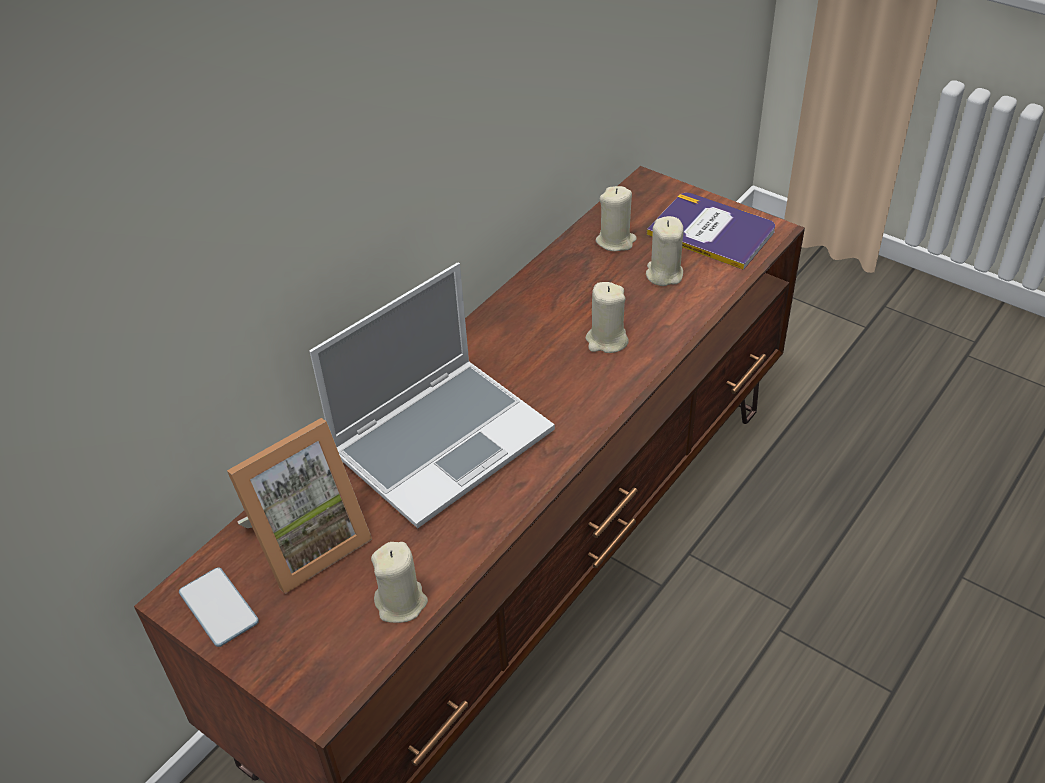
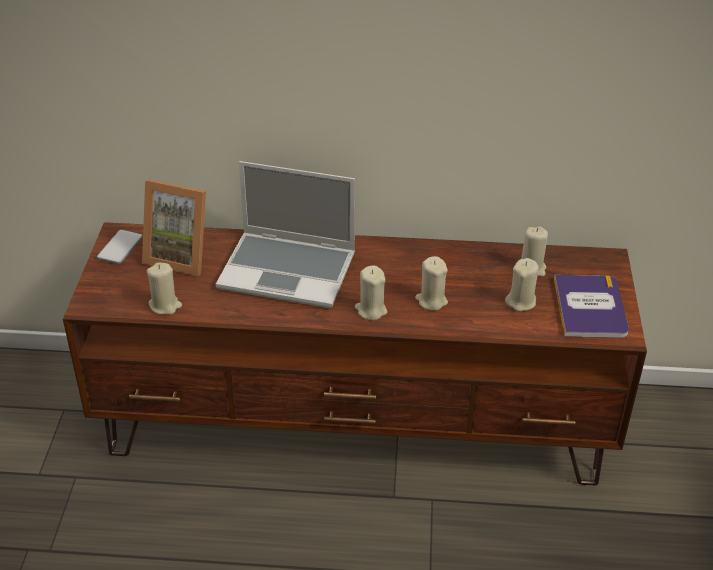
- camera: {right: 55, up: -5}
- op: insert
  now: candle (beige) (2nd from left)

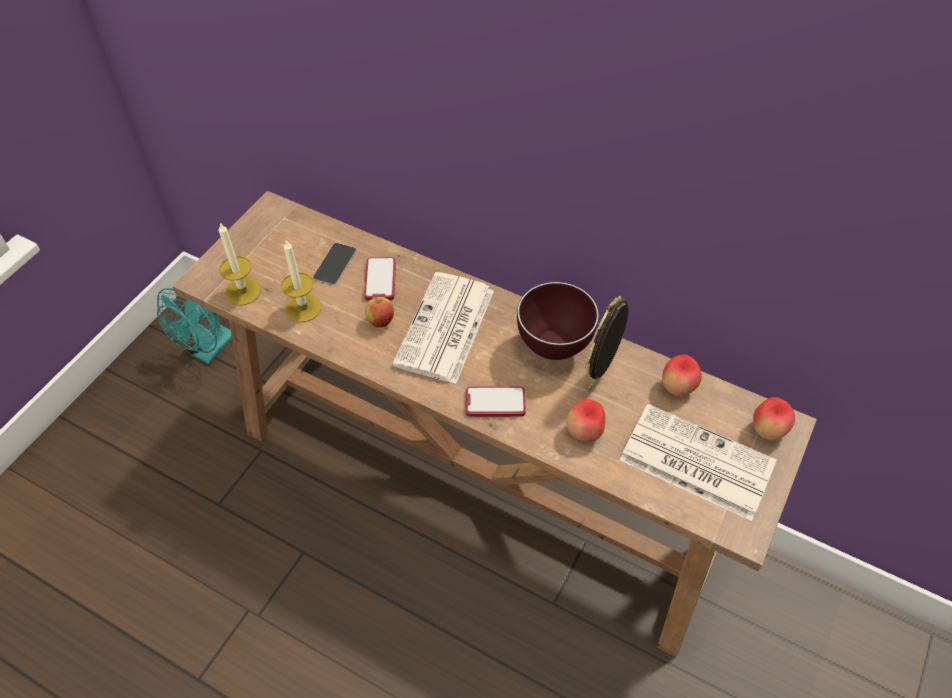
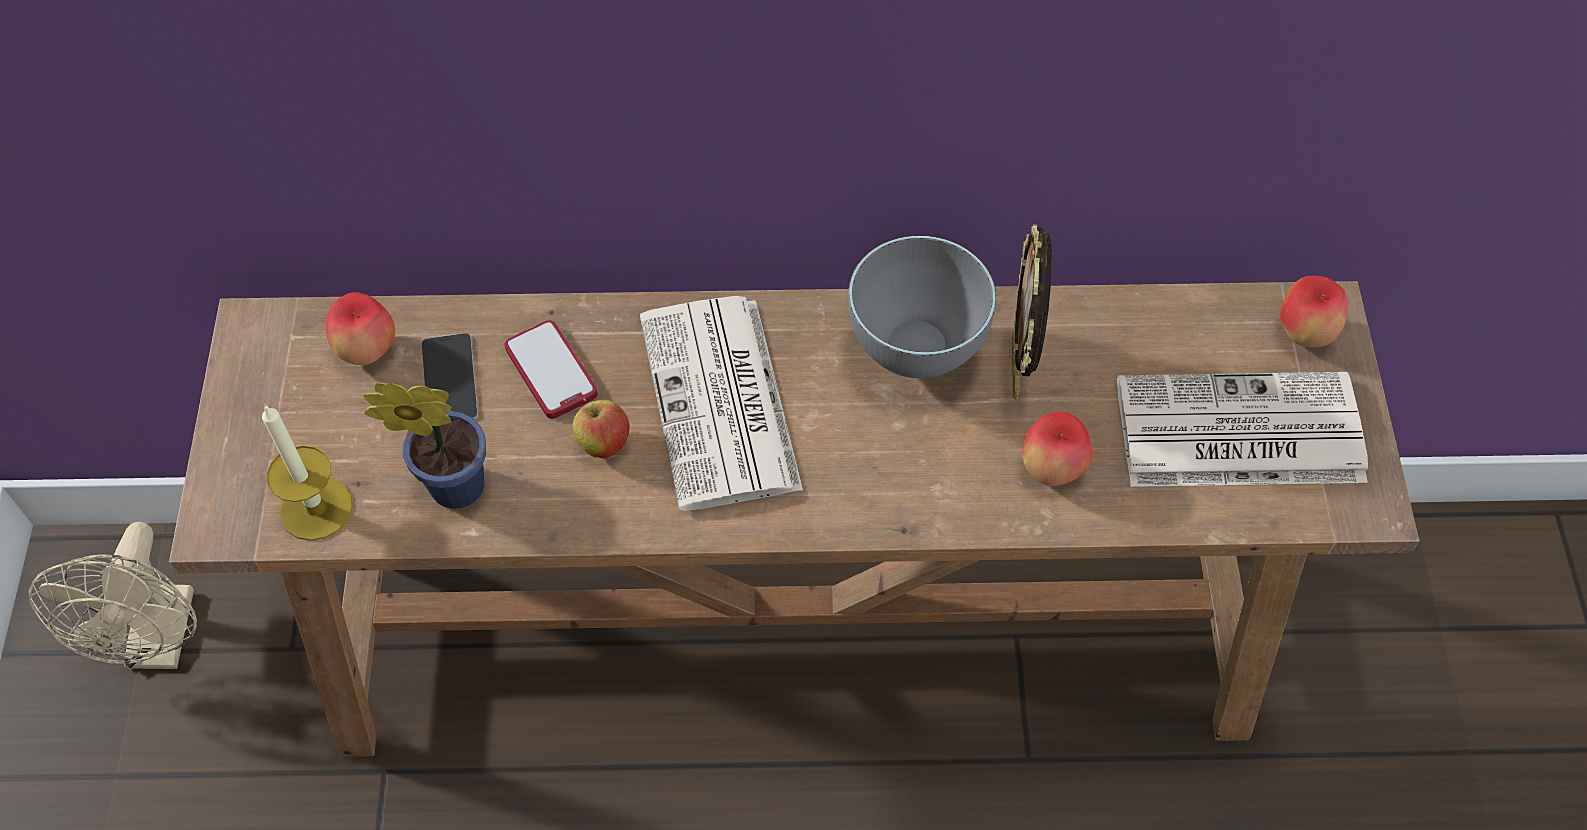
- camera: {right: -30, up: 5}
- op: recolor
  was: fan (turquoise)
  now: fan (beige)
- op: move
  was: apple (3rd from left in the first image)
  now: apple (1st from left)
- op: replace
  was: candle (2nd from left)
  now: potted plant
- op: recolor
  was: bowl (brown)
  now: bowl (grey)
- op: delete
  was: phone (3rd from left)

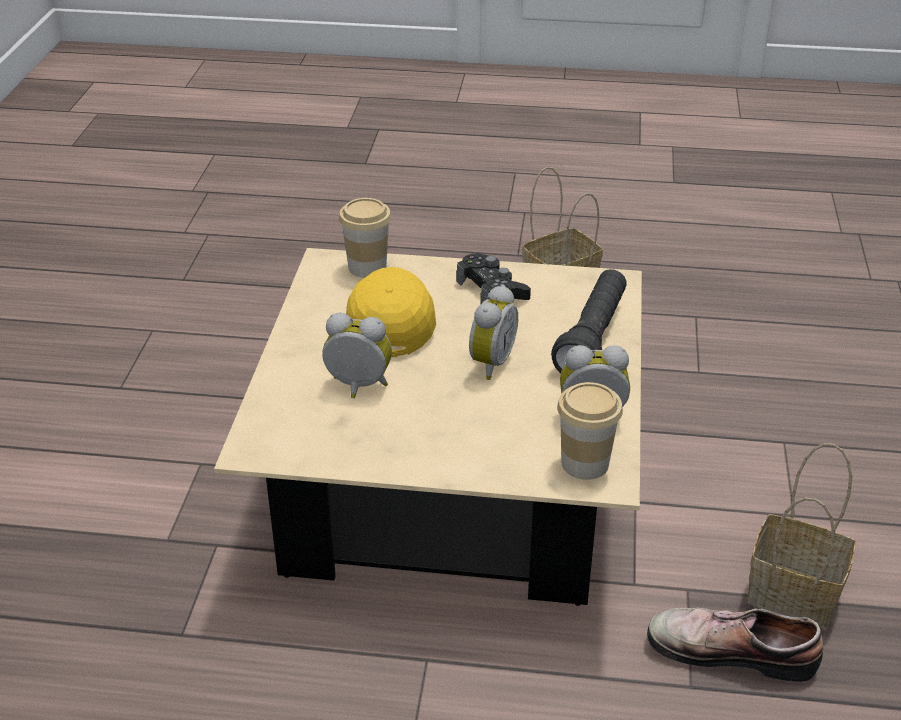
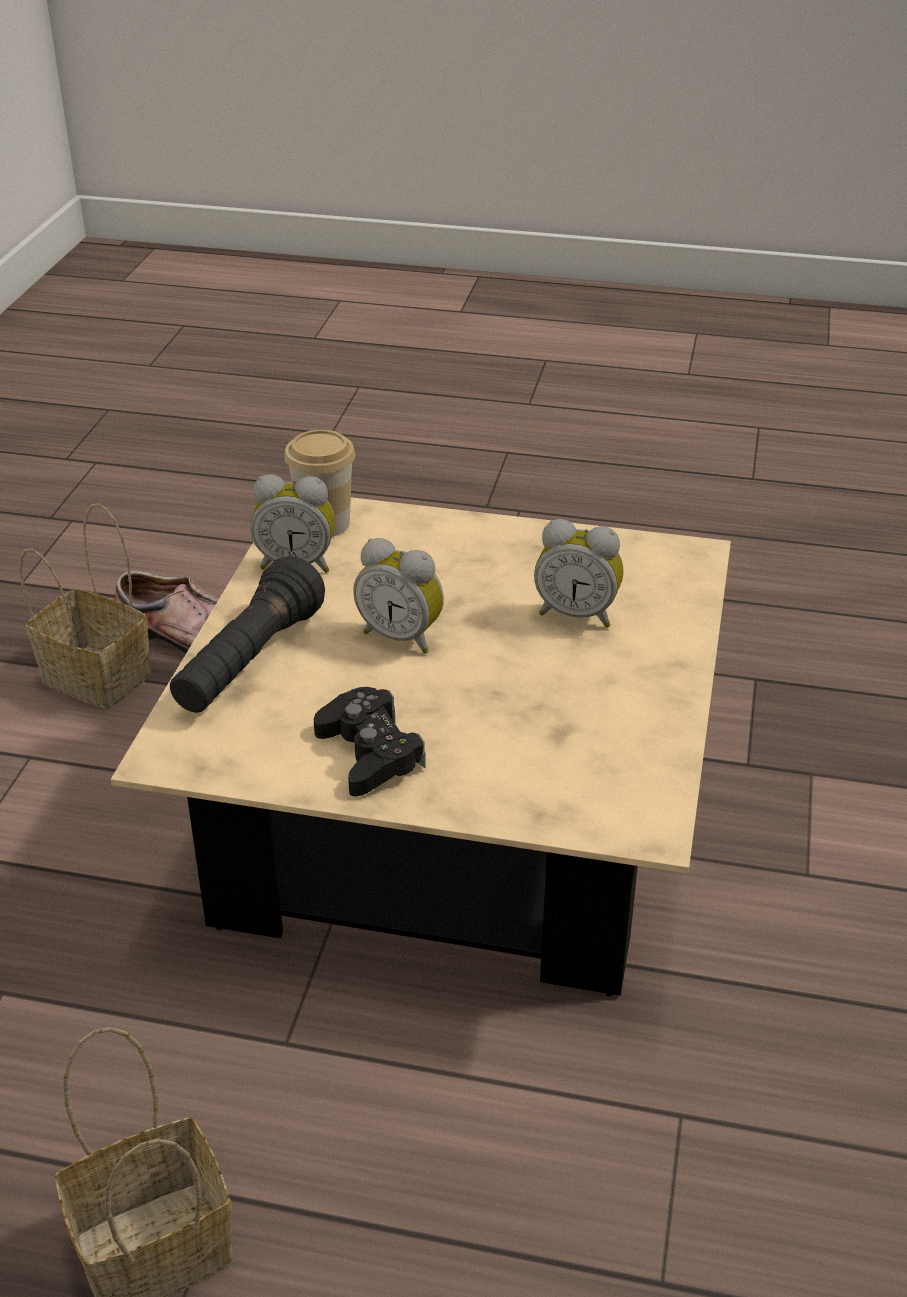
- camera: {right: -175, up: 0}
- op: rotate
  was: alarm clock (2nd from left)
  clockwise: -90
- op: delete
  was: cup (1st from left)
- op: delete
  was: cap (yellow)

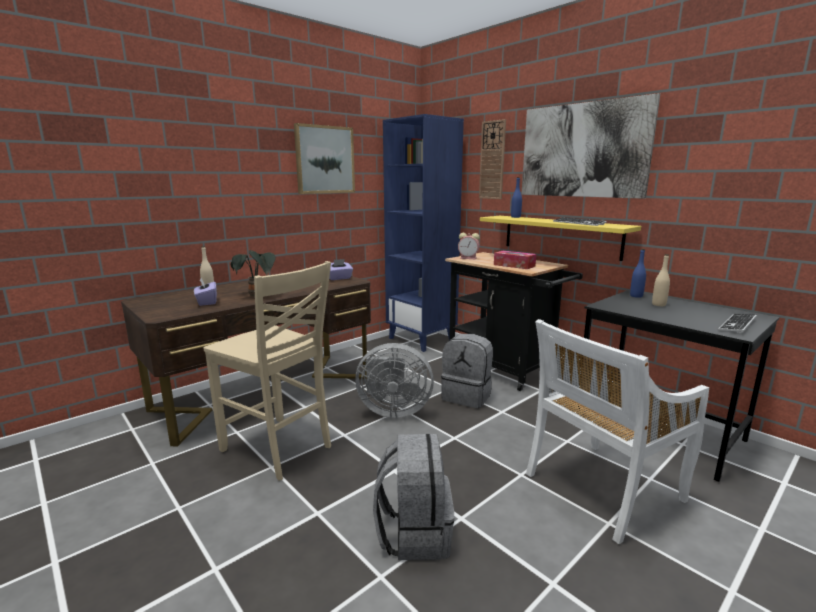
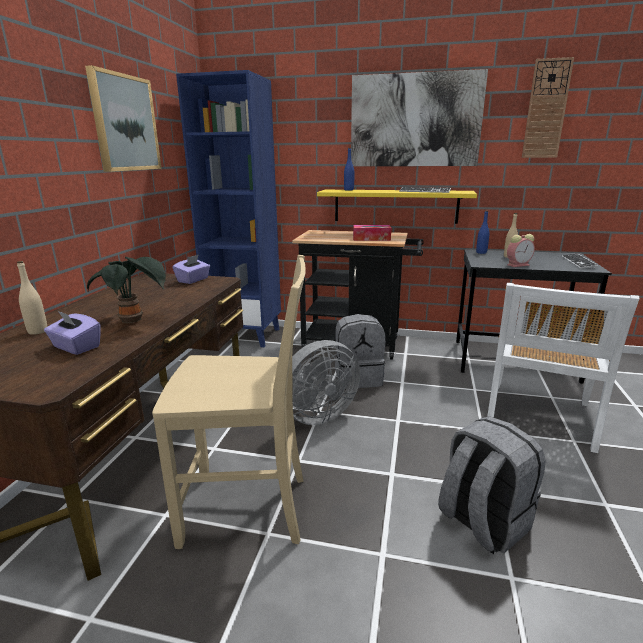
- camera: {right: -35, up: 5}
- op: move
  was: alarm clock
- op: move
  was: wall clock

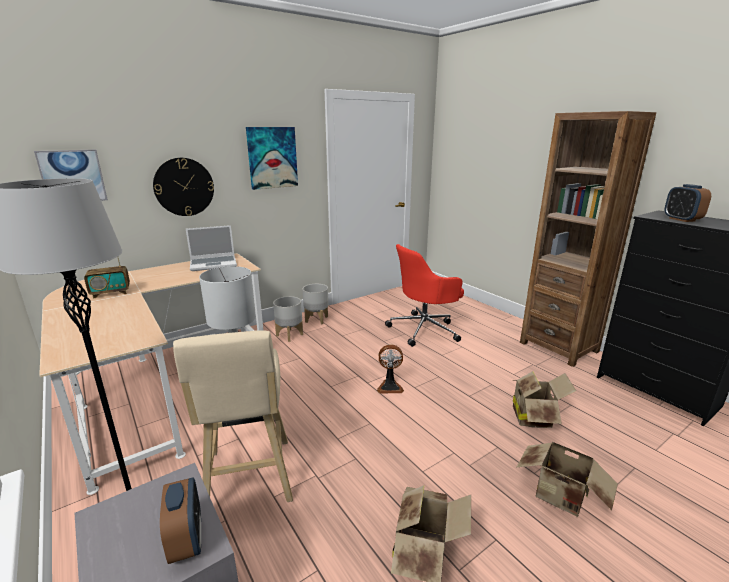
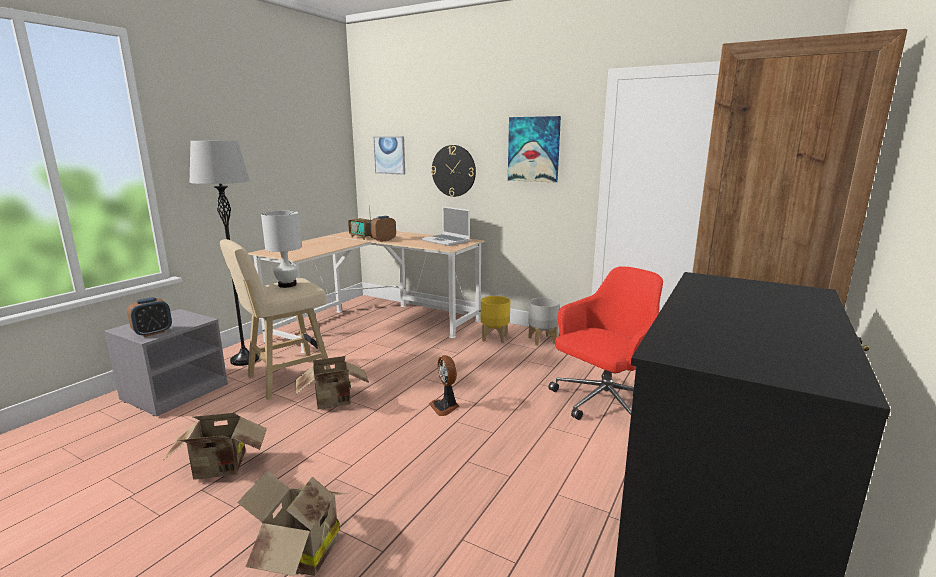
- camera: {right: 65, up: -5}
- op: move
  was: cardboard box (2nd from left in the first image)
  now: cardboard box (3rd from left)
- op: move
  was: alarm clock (2nd from left)
- op: recolor
  was: planter (grey) (1st from left)
  now: planter (yellow)
- op: rotate
  was: office chair (red)
  clockwise: 105

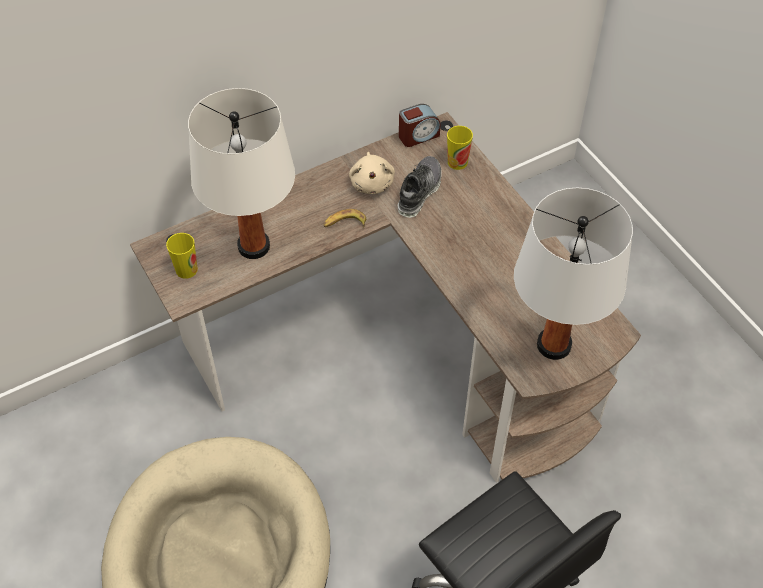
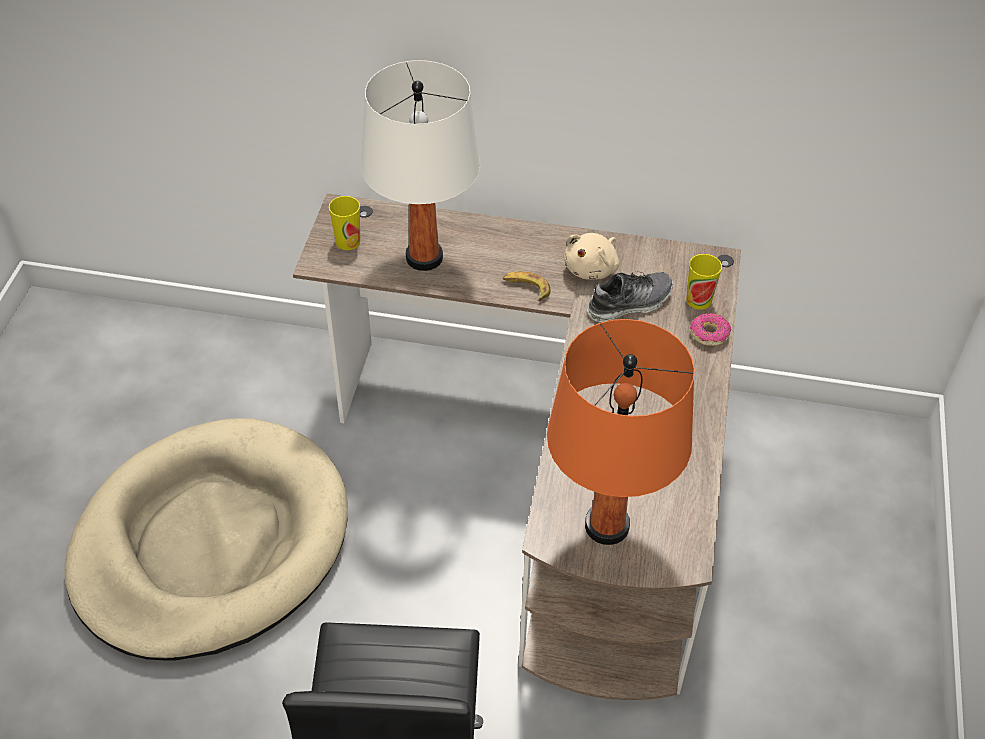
- camera: {right: 40, up: -5}
- op: recolor
  was: table lamp (white) (2nd from left)
  now: table lamp (orange)
- op: insert
  now: donut
- op: delete
  was: alarm clock

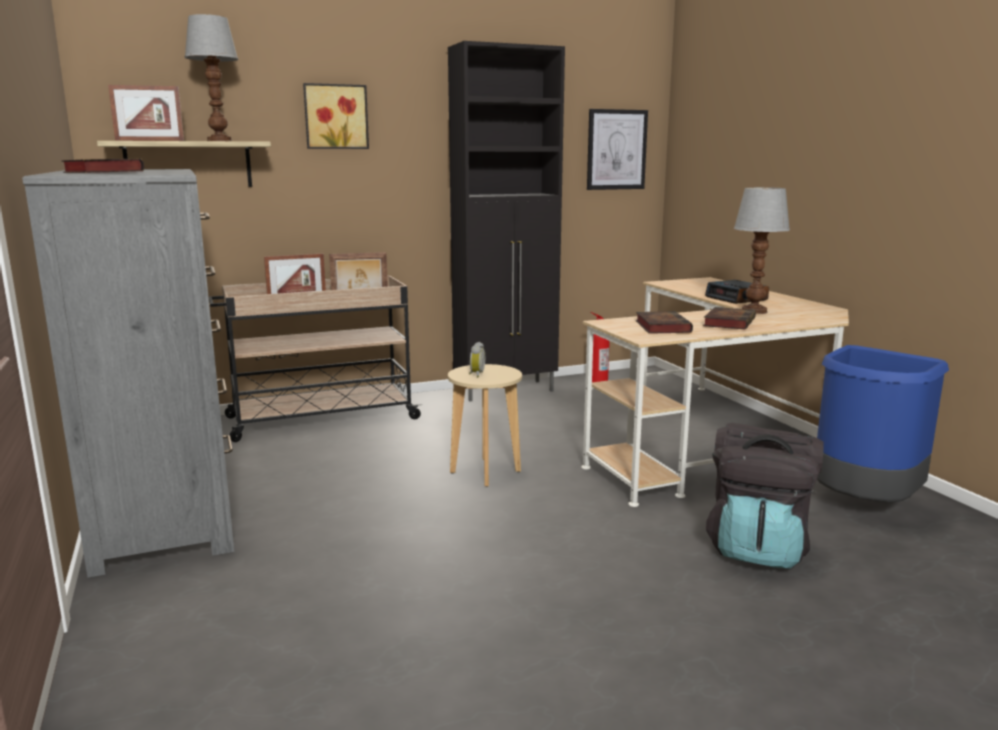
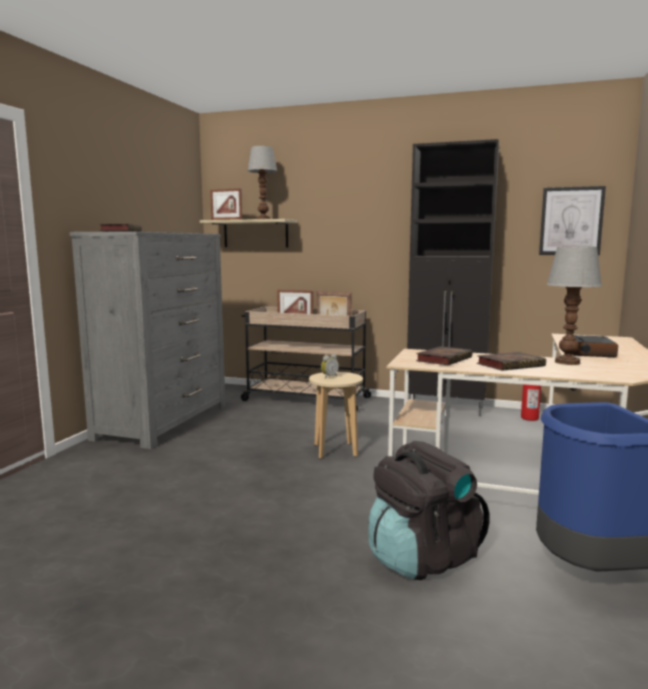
- camera: {right: 40, up: -5}
- op: delete
  was: picture (1st from left)

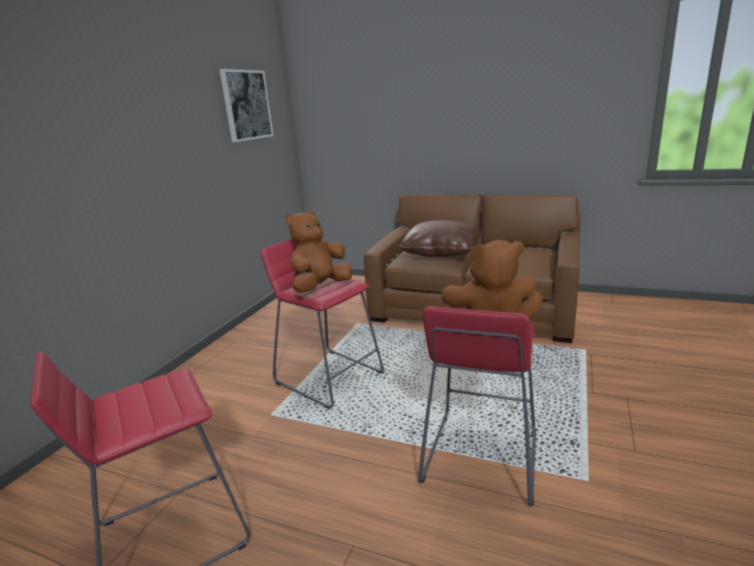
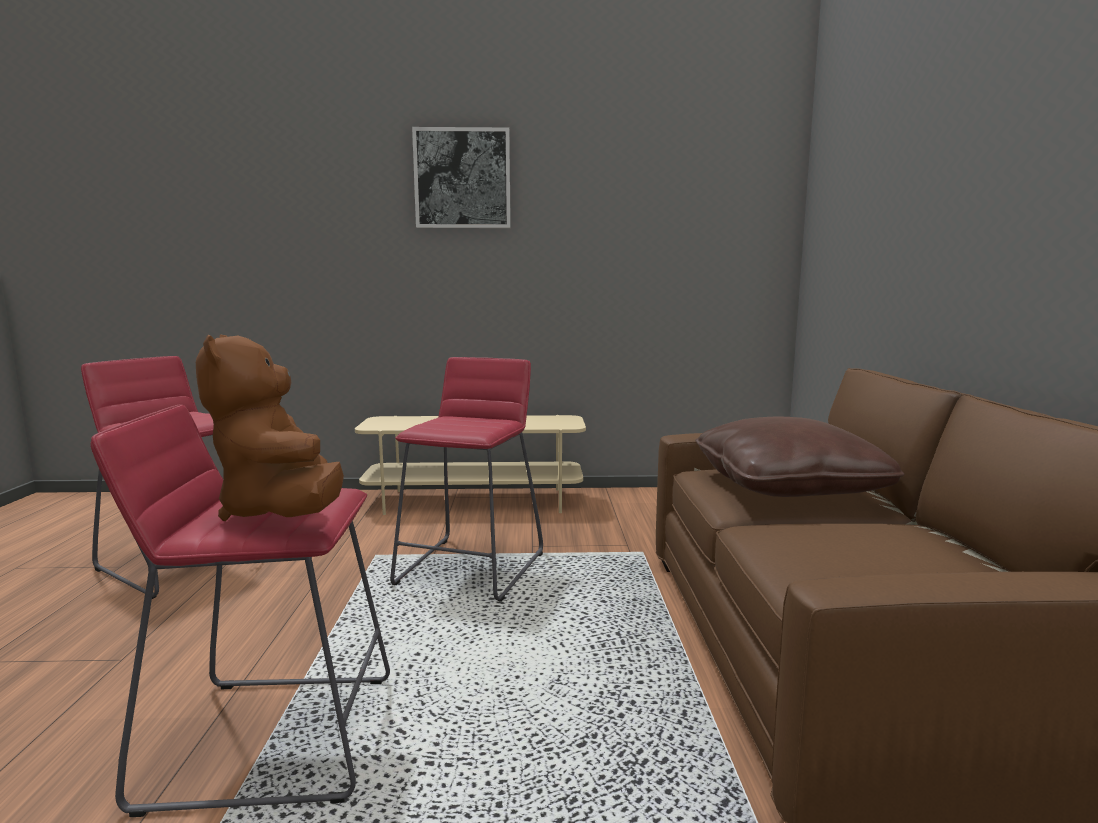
- camera: {right: 65, up: -10}
- op: insert
  now: tv stand (beige)
- op: move
  was: picture
- op: delete
  was: plush toy (brown) (1st from left)

